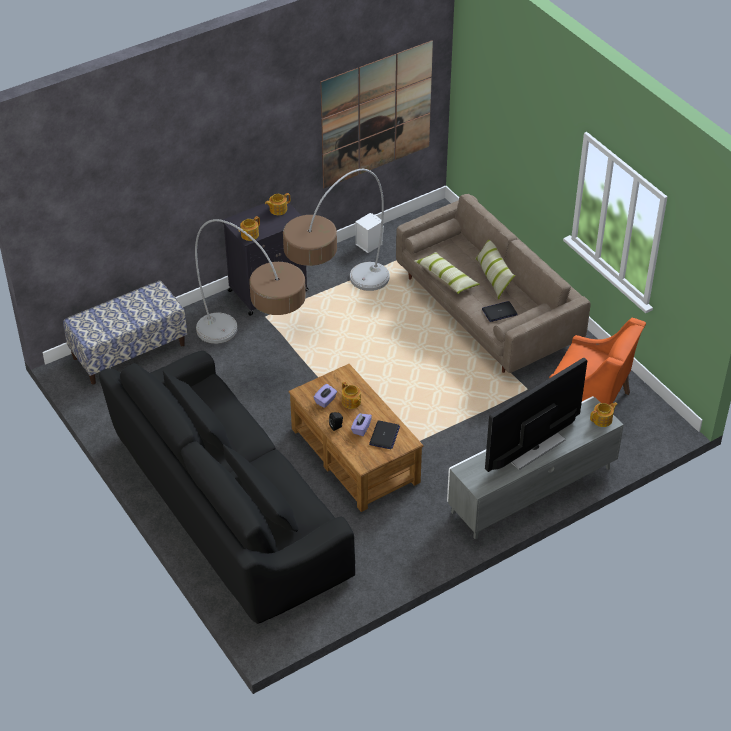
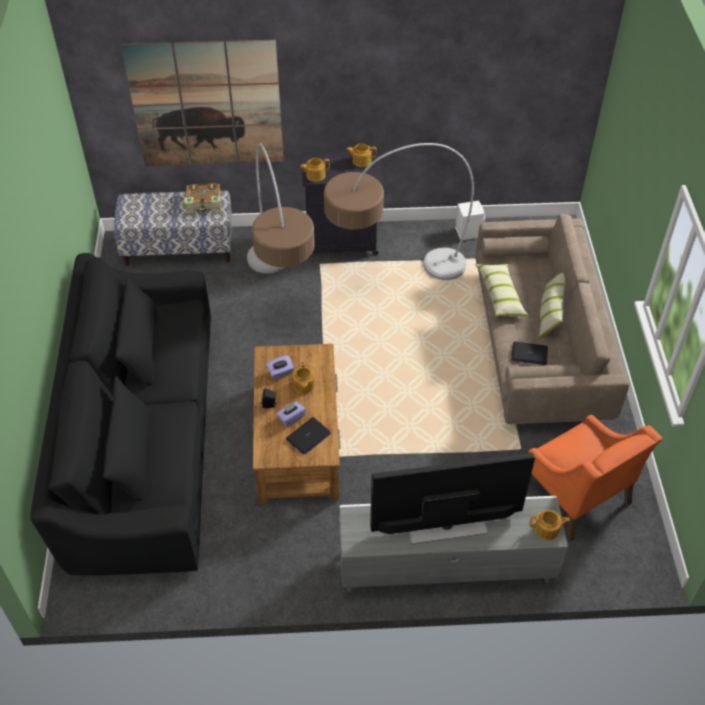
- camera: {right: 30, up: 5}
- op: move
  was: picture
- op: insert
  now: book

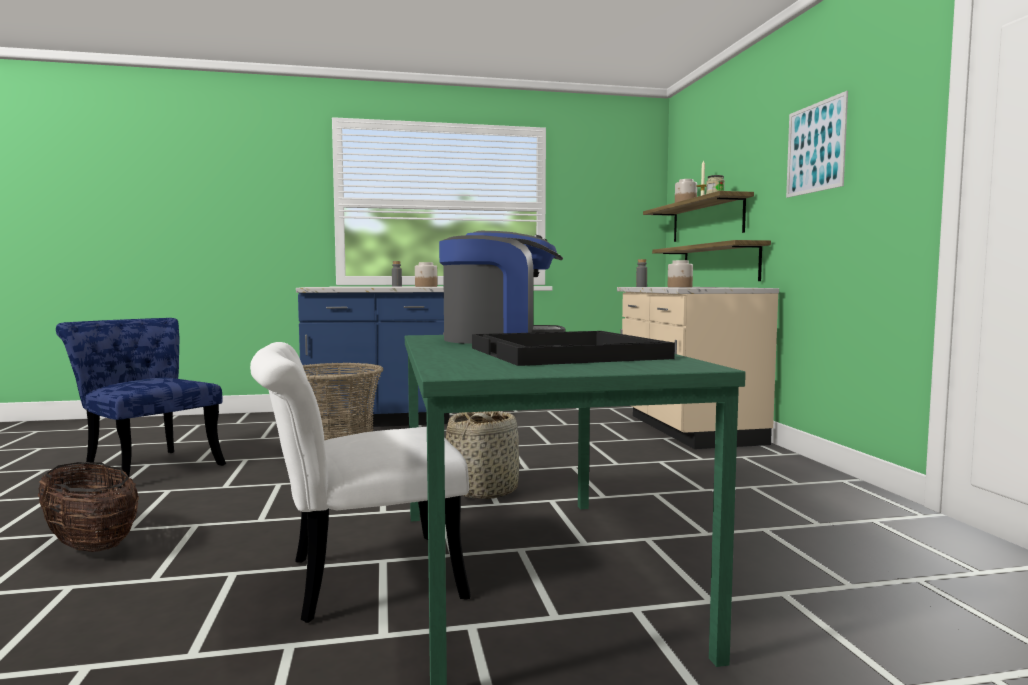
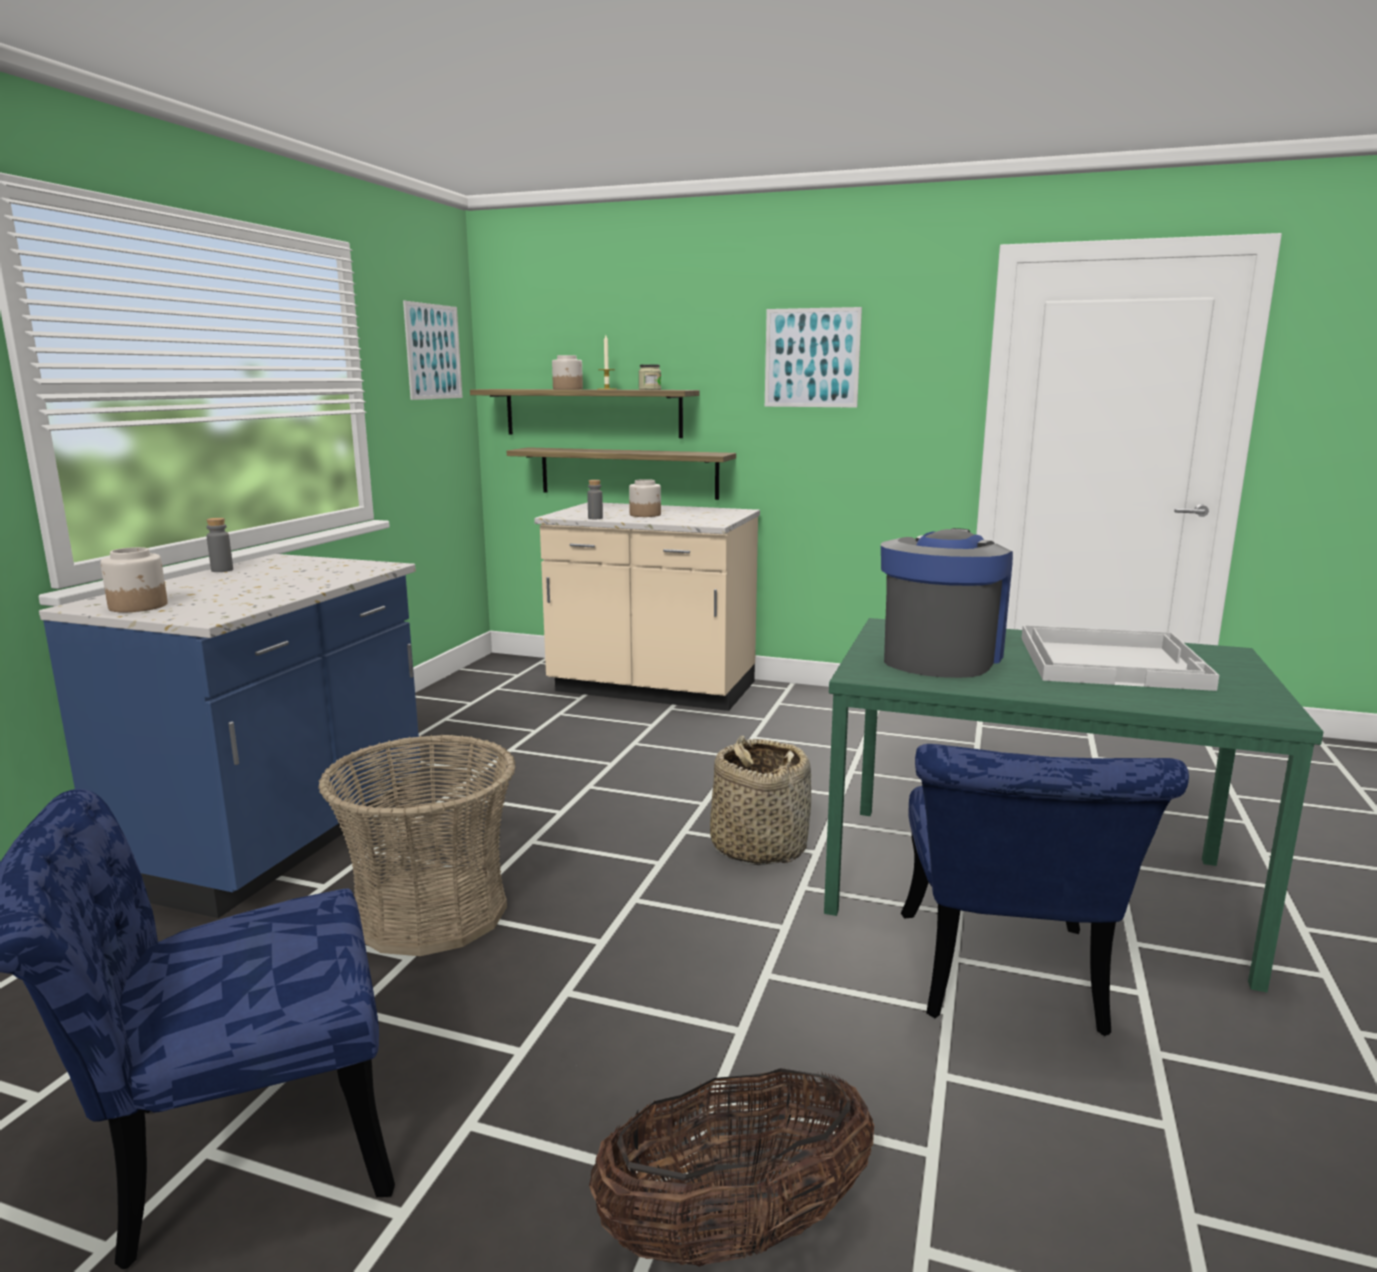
- camera: {right: -60, up: 10}
- op: move
  was: jar (1st from left)
- op: insert
  now: picture (1st from left)
- op: recolor
  was: chair (white)
  now: chair (blue) (2nd from left)
- op: recolor
  was: tray (black)
  now: tray (white)

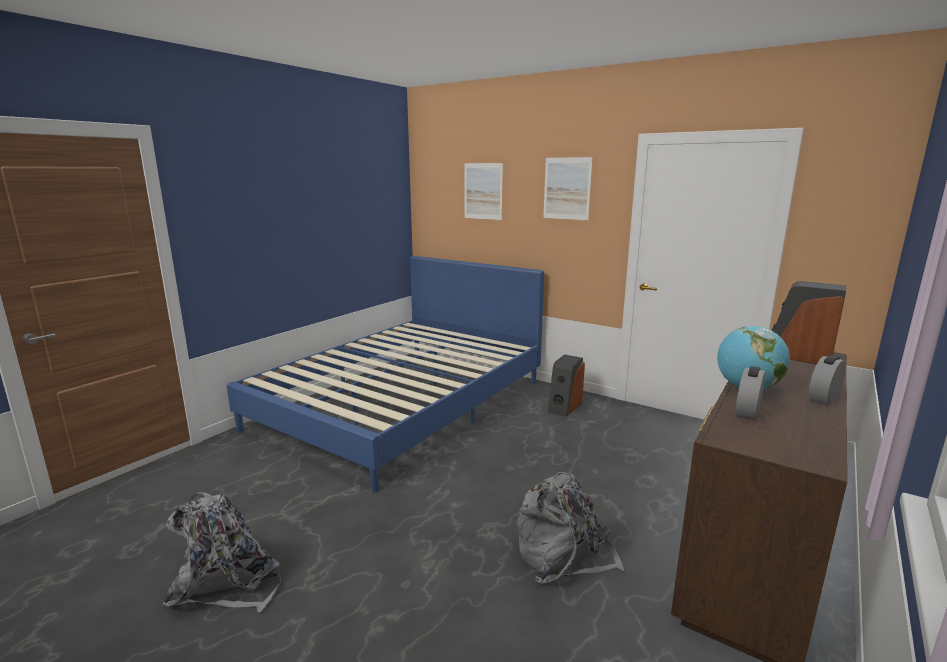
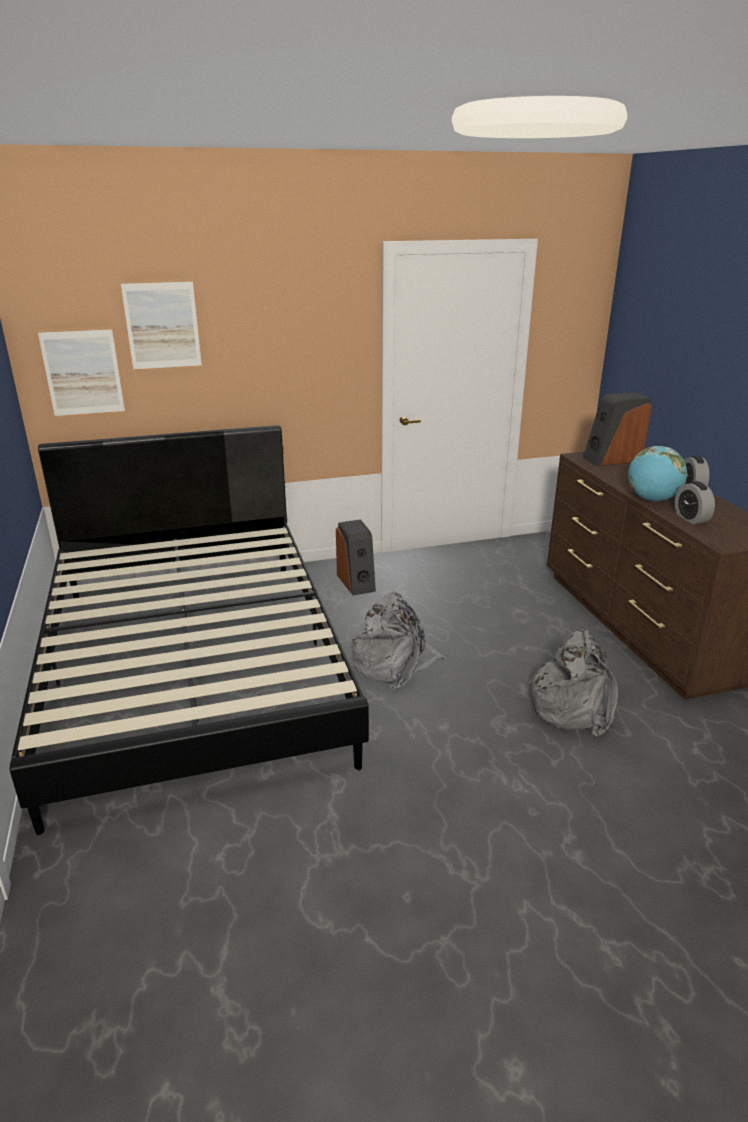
- camera: {right: -50, up: 10}
- op: recolor
  was: bed (blue)
  now: bed (black)
- op: move
  was: picture (2nd from left in the first image)
  now: picture (1st from left)
- op: move
  was: backpack (grey) (1st from left)

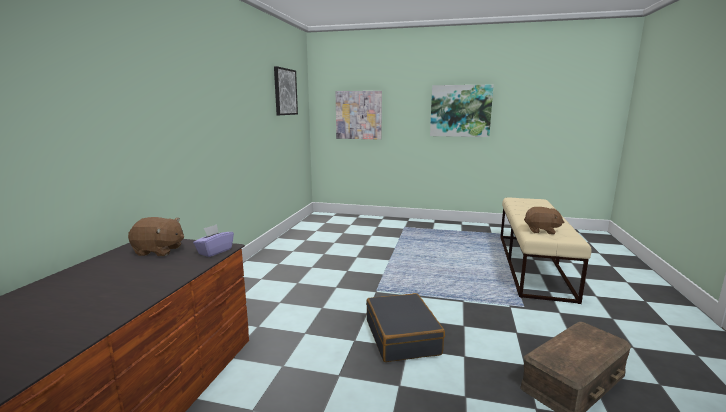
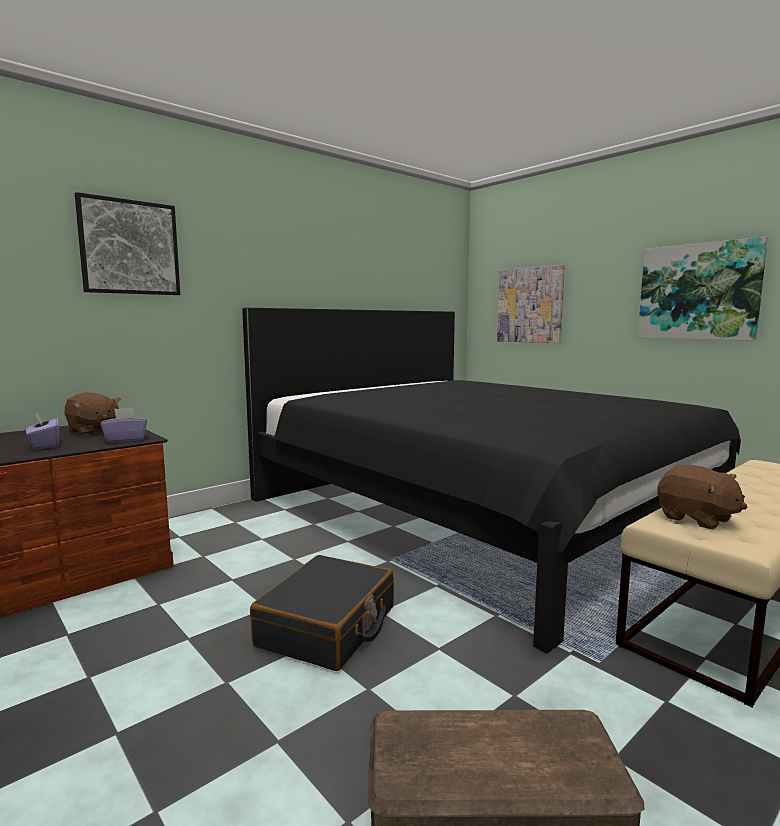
- camera: {right: 35, up: -5}
- op: insert
  now: tissue box (purple) (1st from left)
- op: move
  was: picture (1st from left)
- op: insert
  now: bed (black)

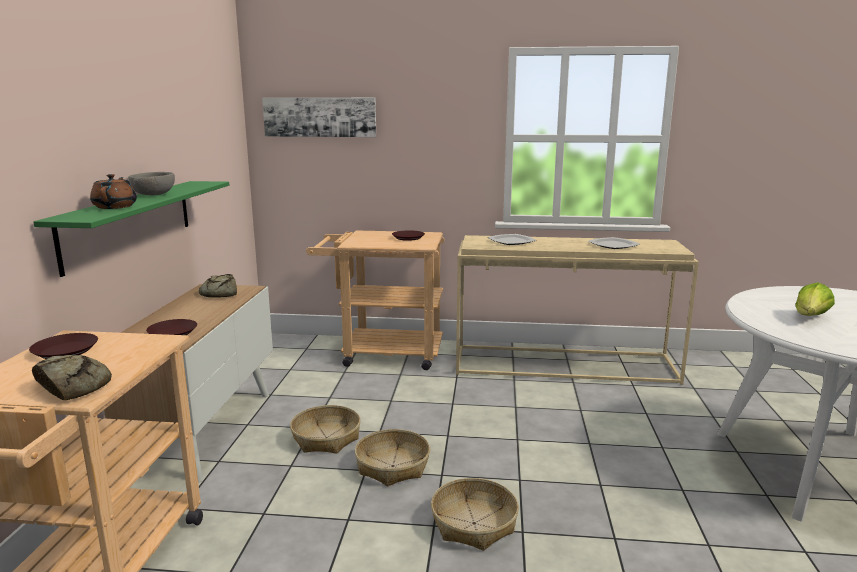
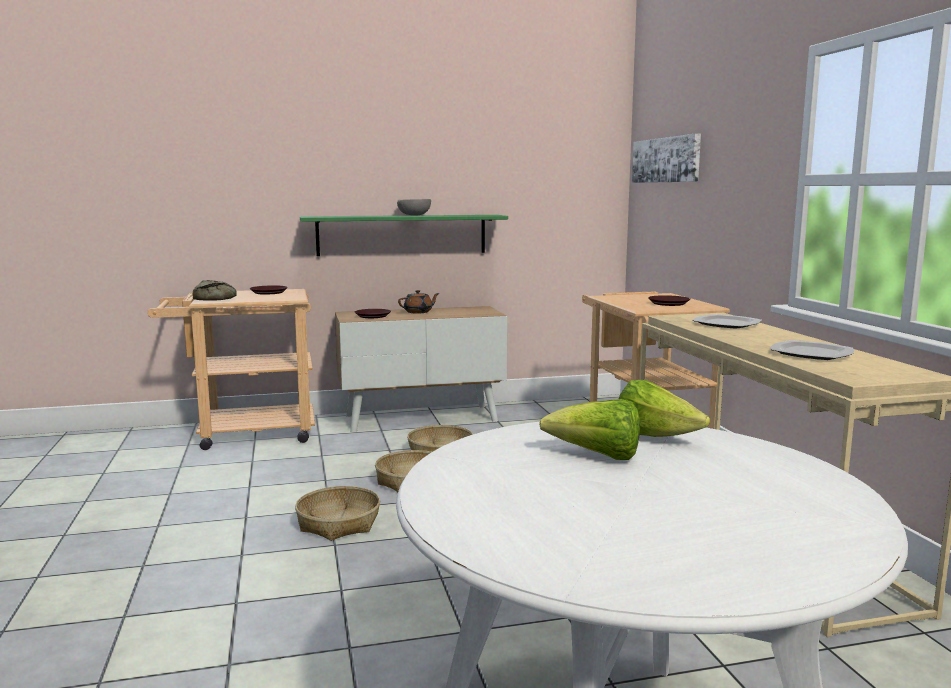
- camera: {right: 70, up: -5}
- op: move
  was: teapot (brown)
- op: insert
  now: lettuce (2nd from left)
- op: delete
  was: bread (2nd from left)

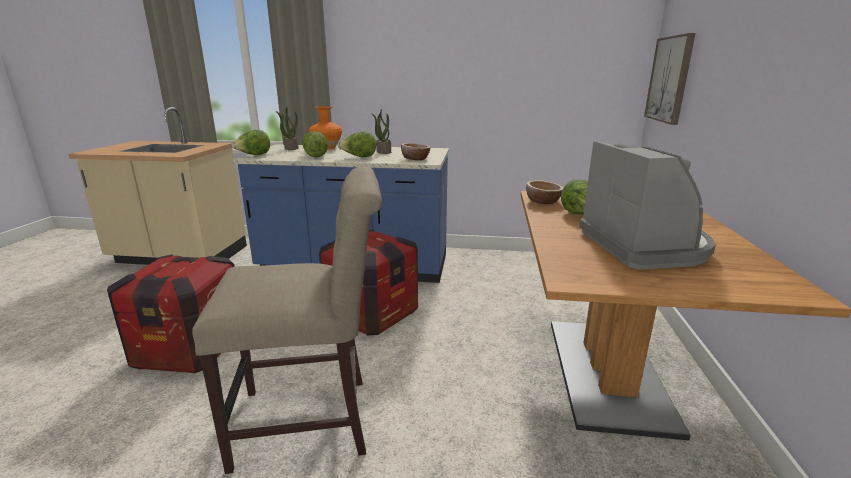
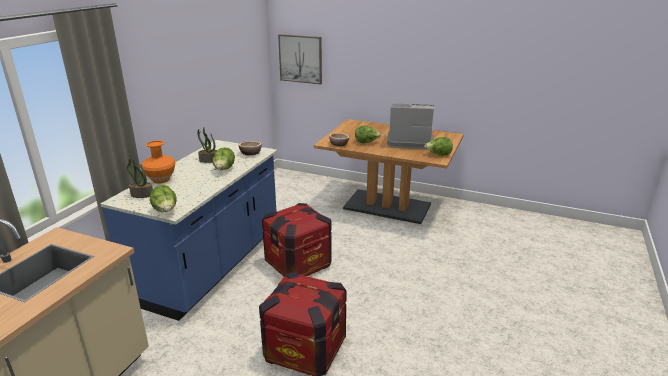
- camera: {right: -75, up: 5}
- op: move
  was: lettuce (2nd from left in the first image)
  now: lettuce (4th from left)
- op: delete
  was: chair (beige)

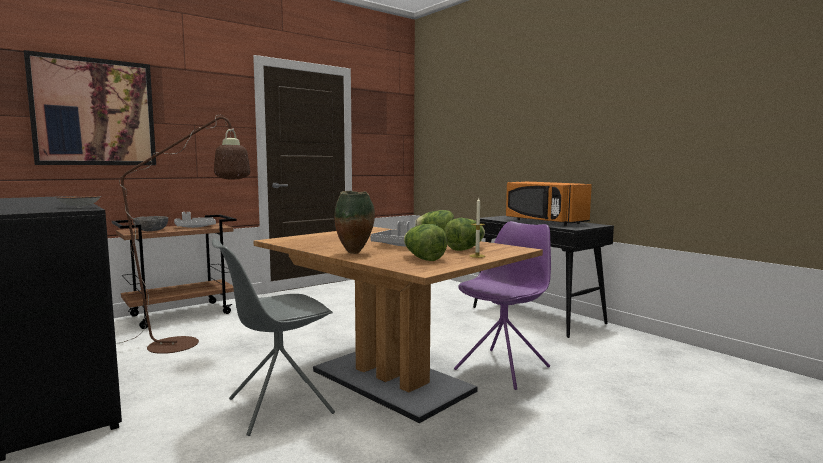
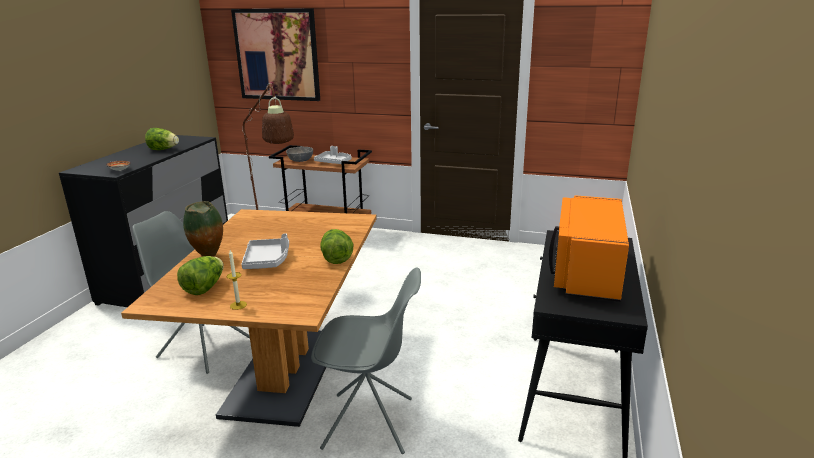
- camera: {right: 55, up: 15}
- op: move
  was: lettuce (3rd from left in the first image)
  now: lettuce (1st from left)
- op: recolor
  was: chair (purple)
  now: chair (grey) (2nd from left)

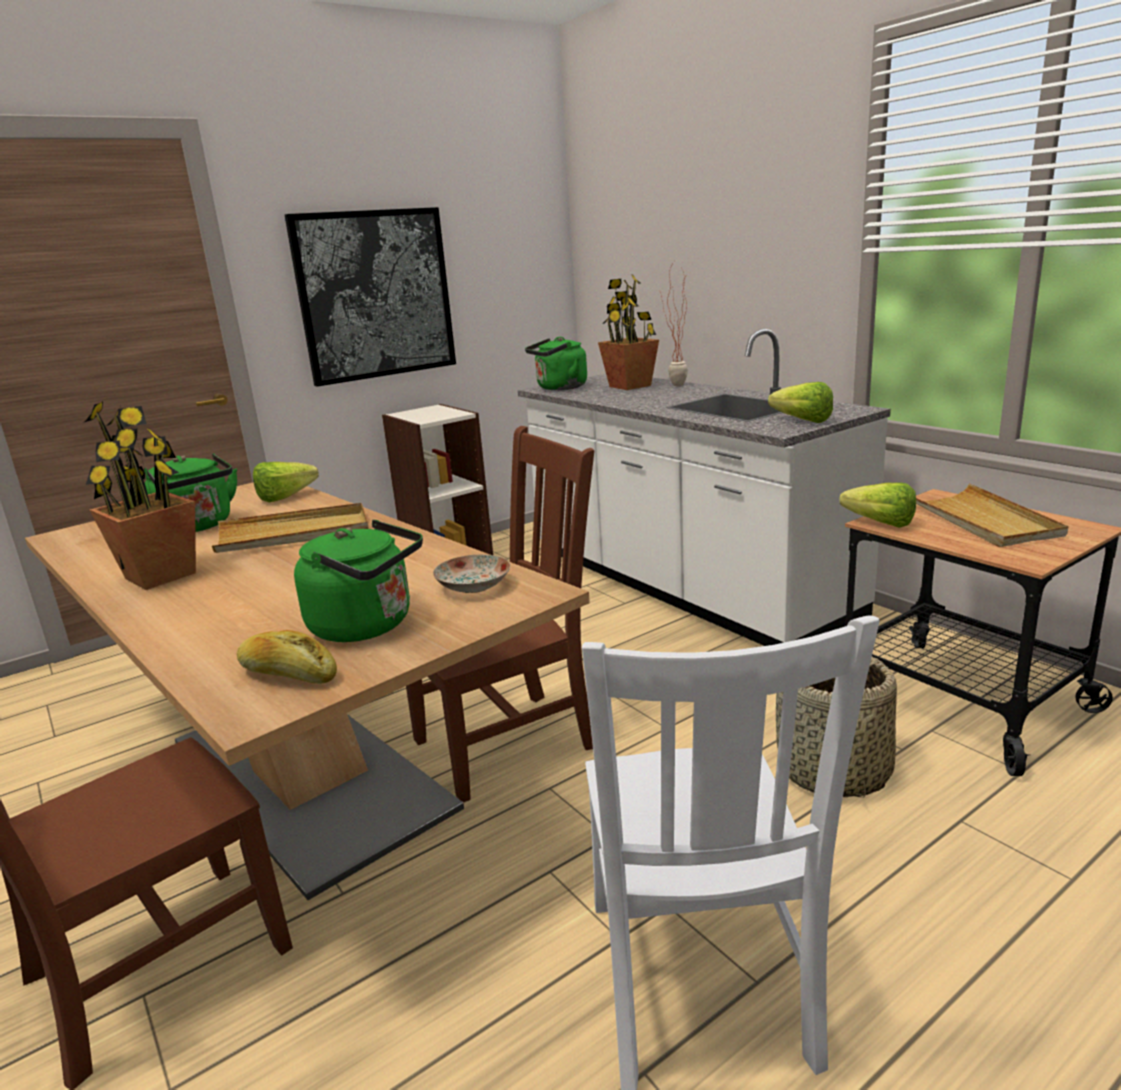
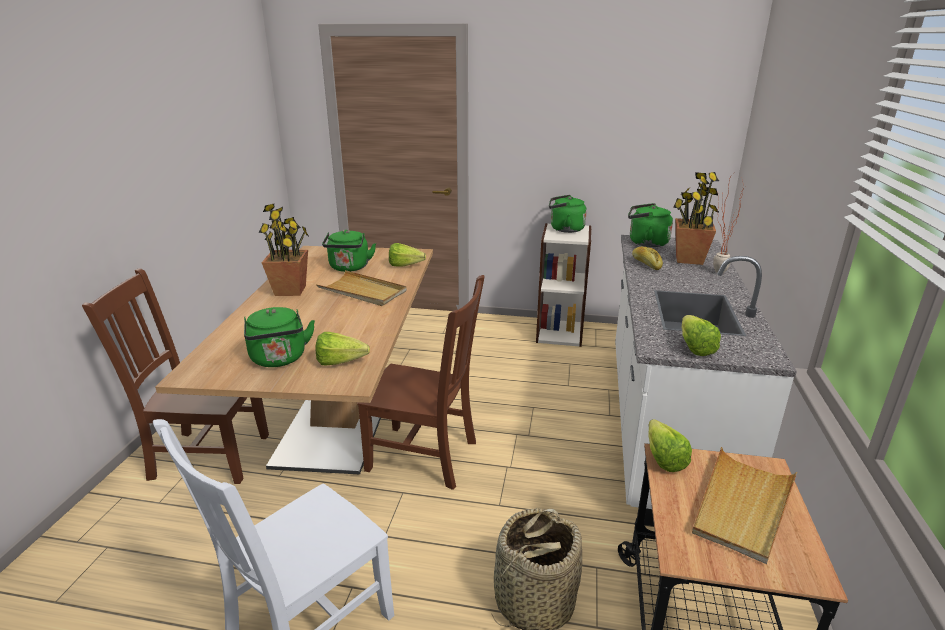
- camera: {right: 45, up: 5}
- op: replace
  was: plate
  now: lettuce (1st from left)
- op: insert
  now: kettle (green) (3rd from left)
- op: move
  was: bread
- op: delete
  was: picture

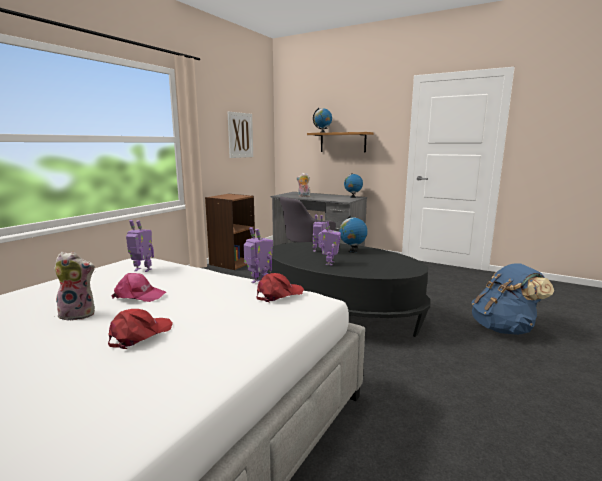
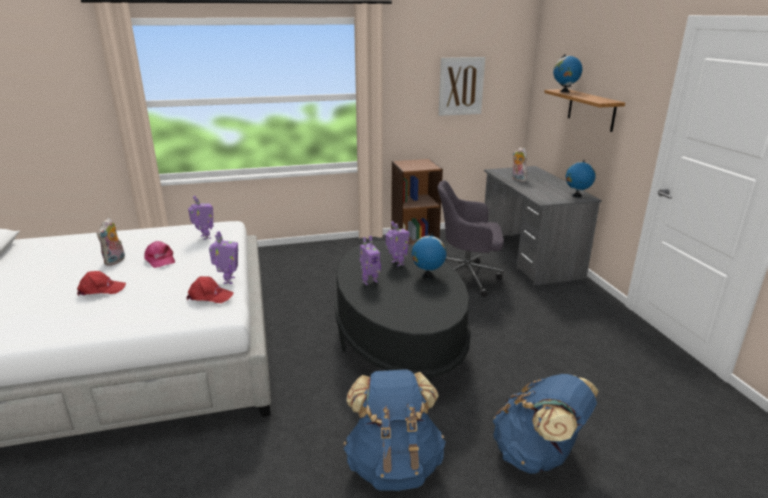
- camera: {right: 45, up: 10}
- op: rotate
  was: plush toy (1st from left)
  clockwise: 60
- op: insert
  now: backpack (blue) (1st from left)

